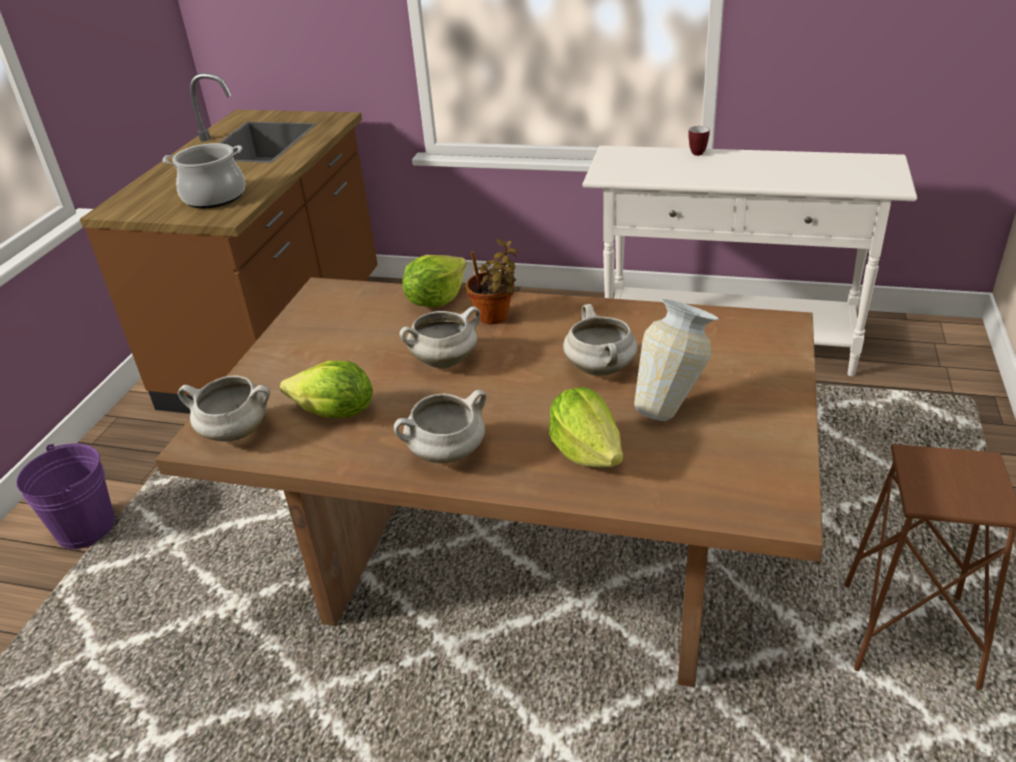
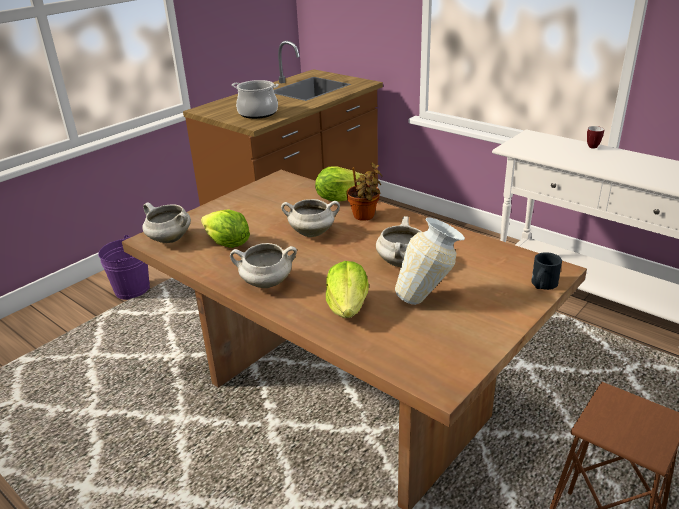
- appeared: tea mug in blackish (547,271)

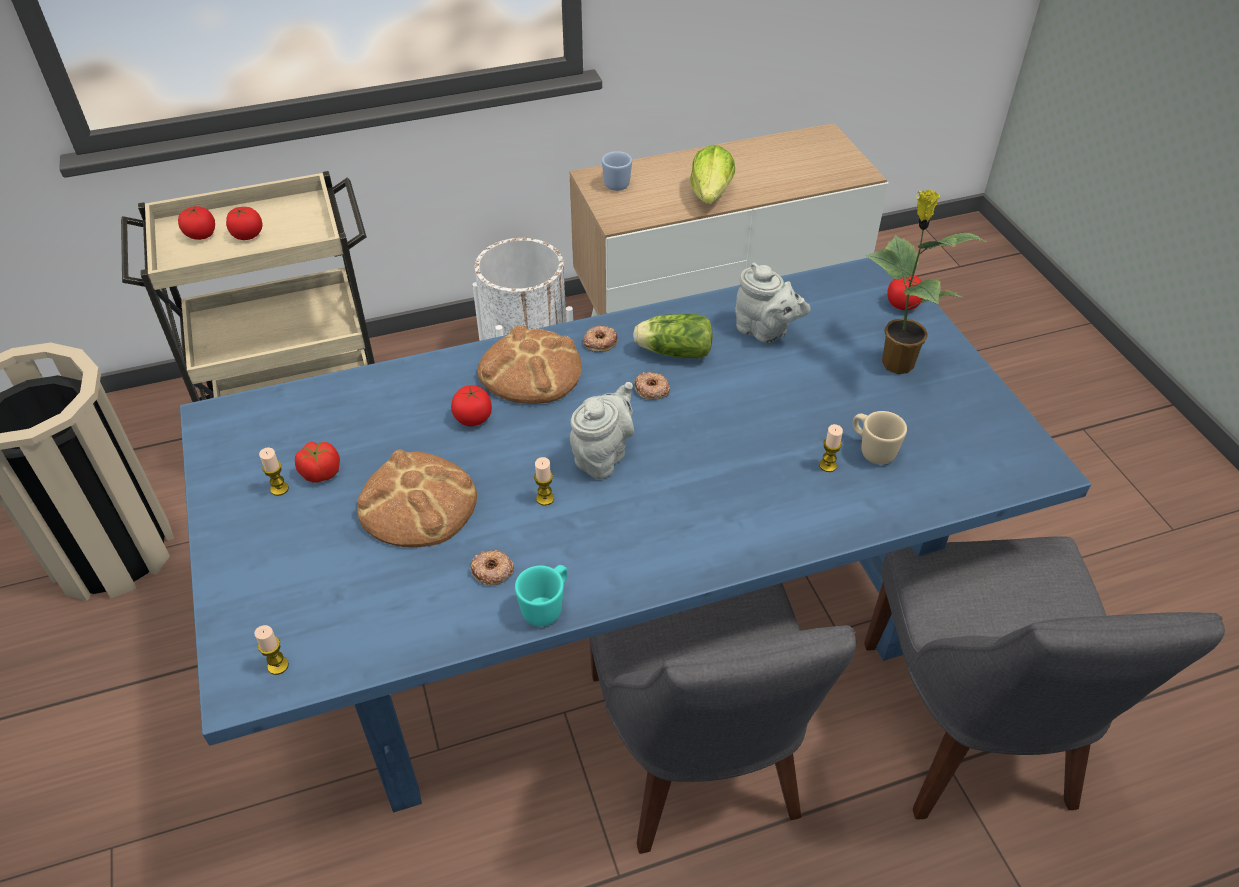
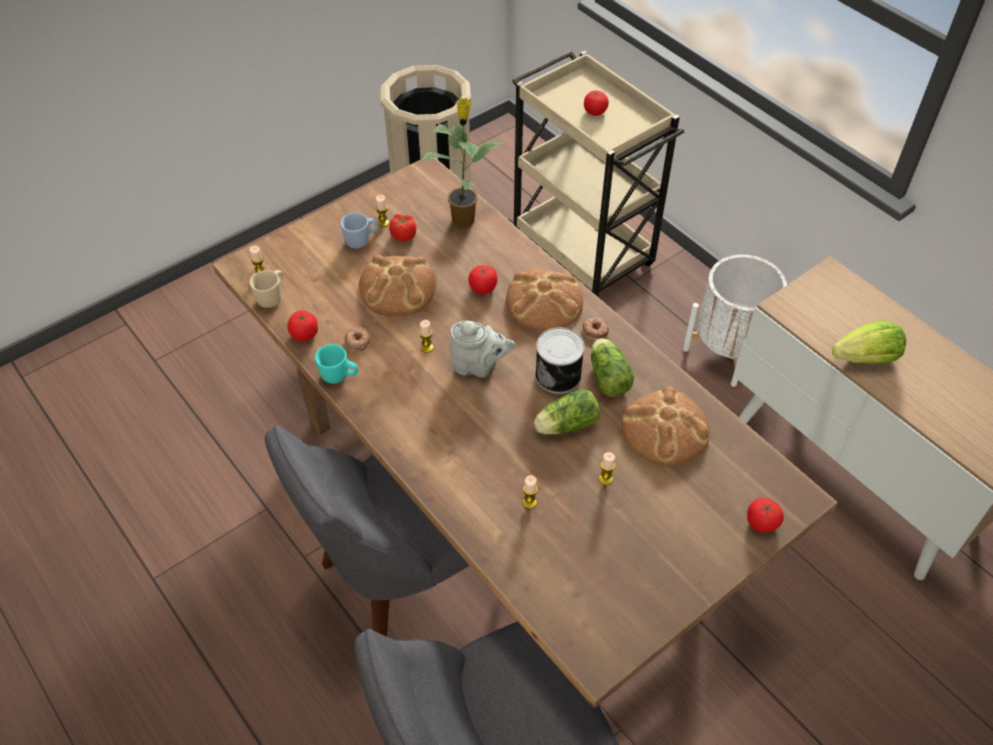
- relocated: tea mug in blue (617,171) to (359,230)
- relocated: plant in a pot (926,281) to (462,163)
- relocated: tomato (196,223) to (302,325)
- colour: kitchen table in blue (635,535) to kitchen table in brown-coloured (525,433)
- exchanged: tea pot in greyish (772,302) to baked bread (665,426)
- exchanged: ring doughnut (652,385) to metal can (560,360)
- relocated: tea mug in beige-coloured (880,438) to (266,289)
- appeared: head of lettuce (567,411)
- appeared: wax light (607,468)

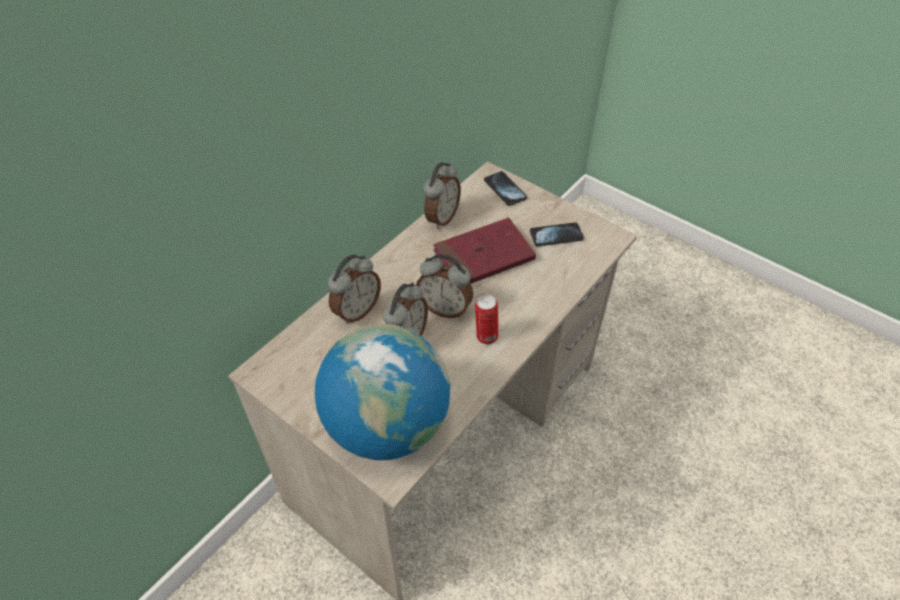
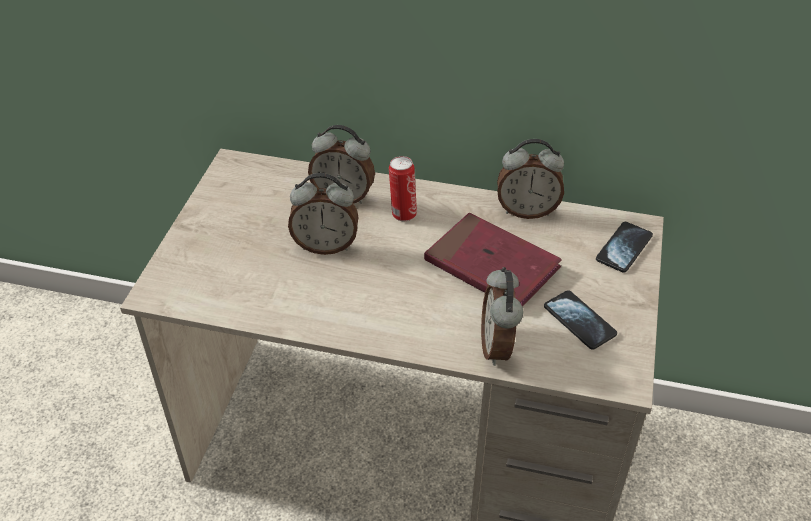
- relocated: table clock (444,286) to (502,316)
- relocated: metal can (486,319) to (403,188)
- missing: desk globe (382,392)

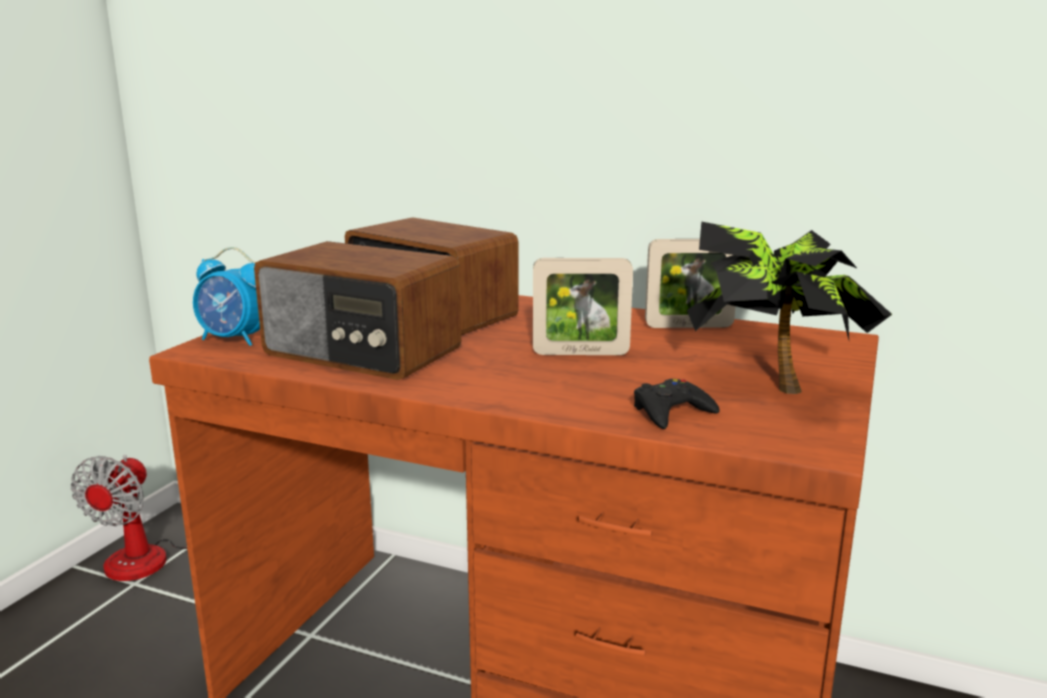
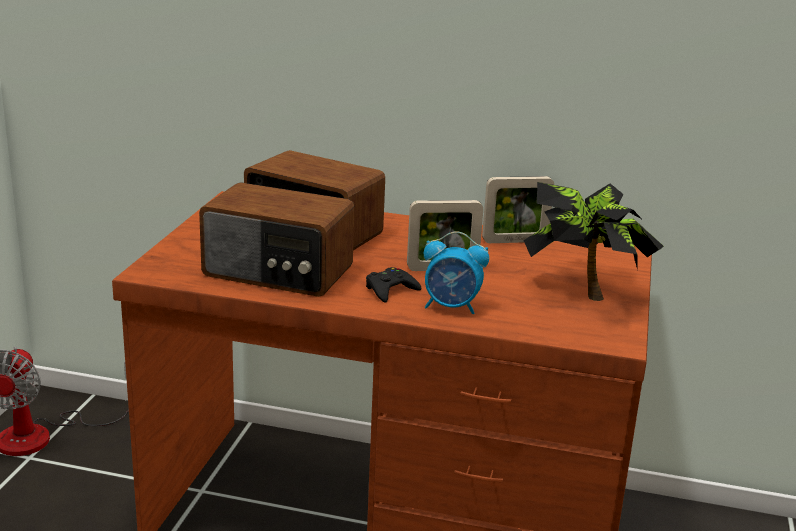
- relocated: table clock (226,296) to (456,272)
- relocated: gamepad in blackish (677,404) to (393,285)

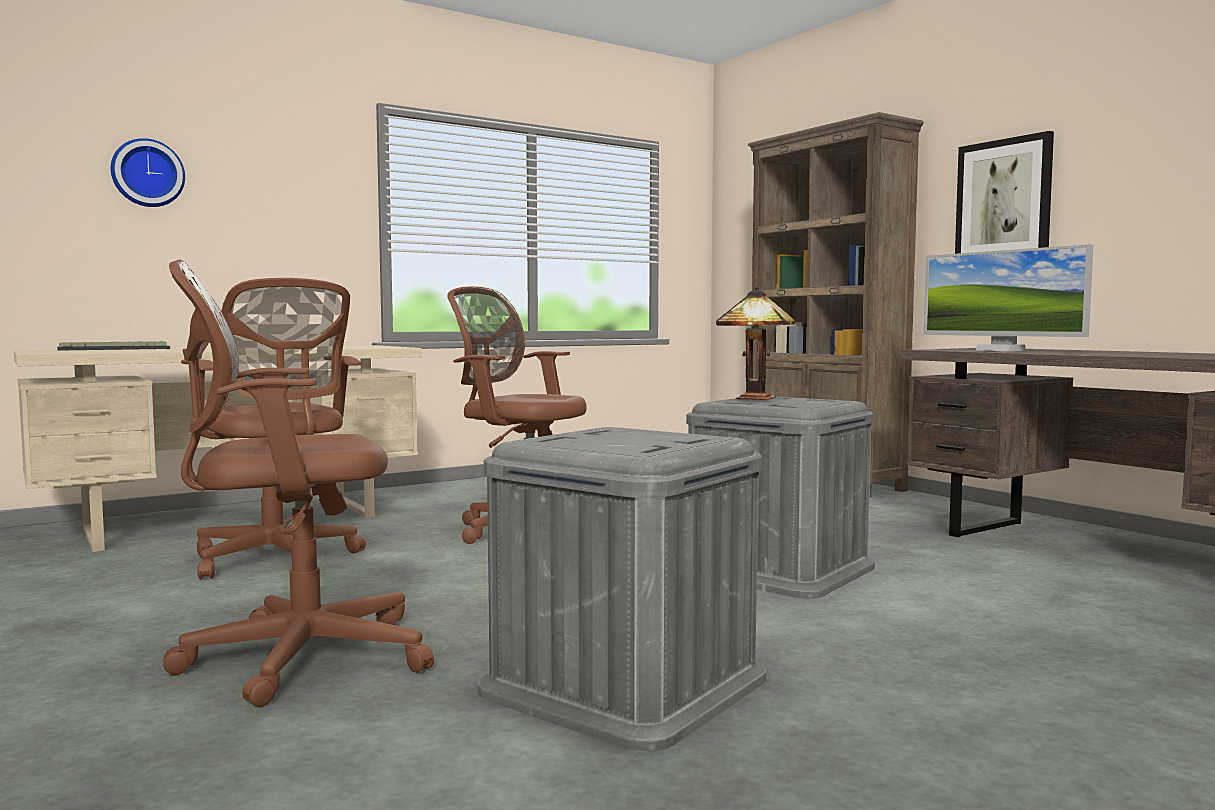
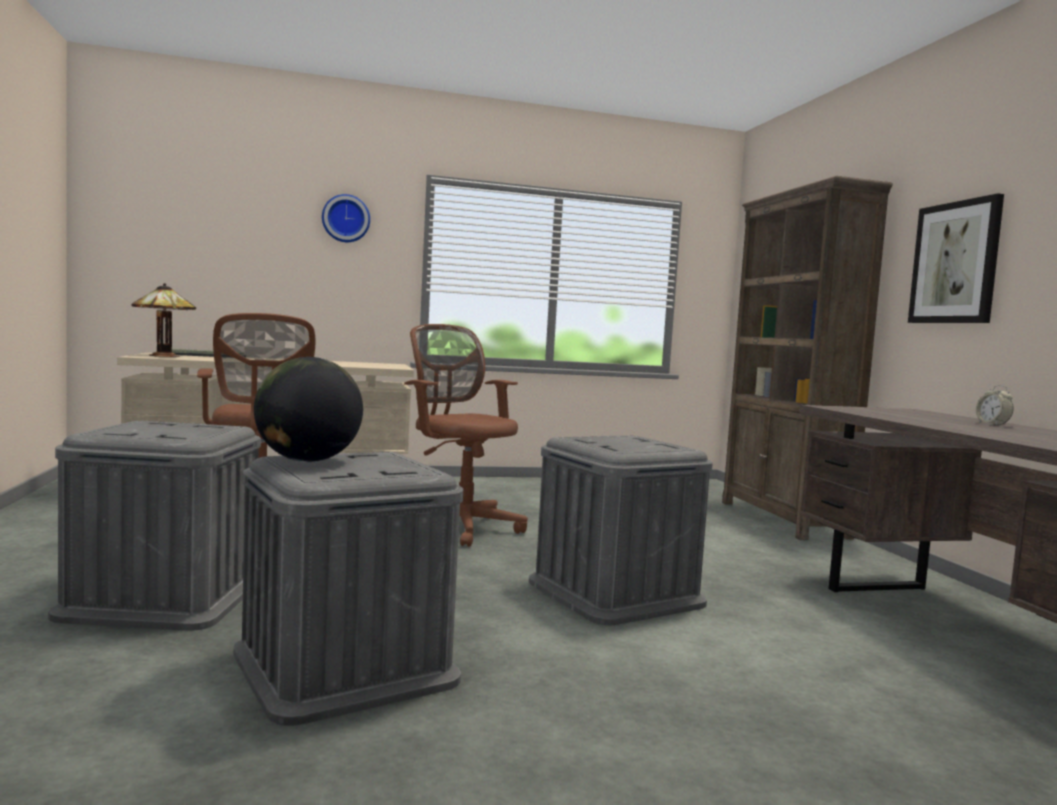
- relocated: hanging clock (148,172) to (346,218)
- missing: monitor (1008,297)
- exchanged: computer chair in brown-coloured (298,483) to storage box in greyish (154,526)
- relocated: table lamp (755,343) to (163,320)
- appeared: desk globe (308,409)
- appeared: table clock (995,405)

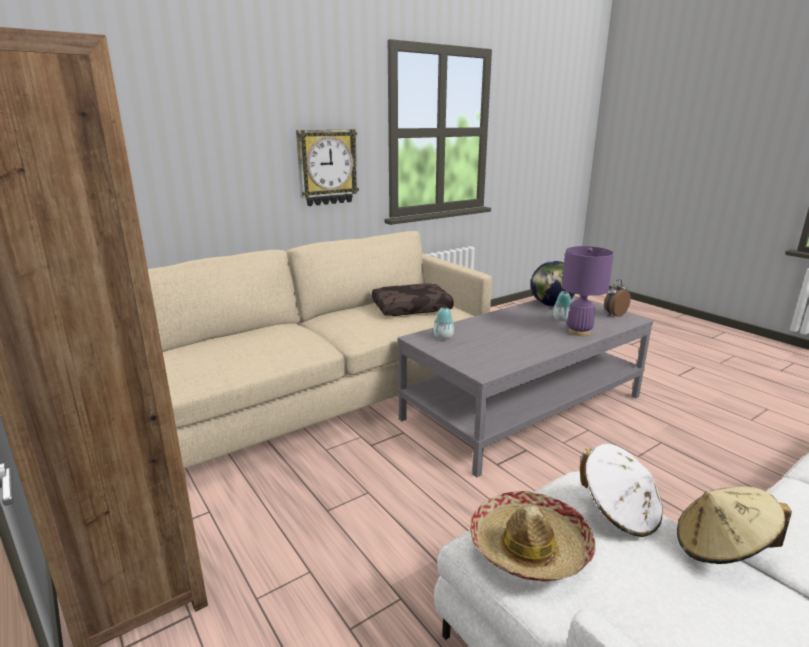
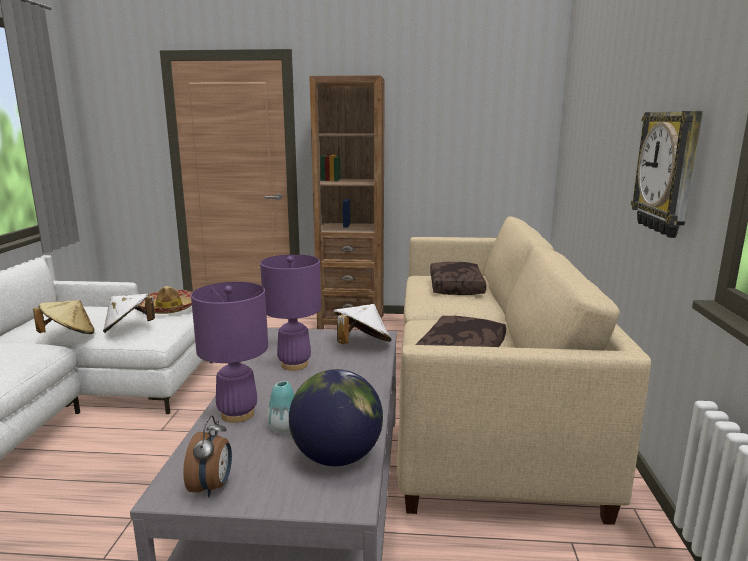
- exchanged: decorative vase (443,324) to clothing hat in white-coloured (362,324)
- appeared: table lamp in purplish (290,312)
- appeared: throw pillow in brown-coloured (458,278)

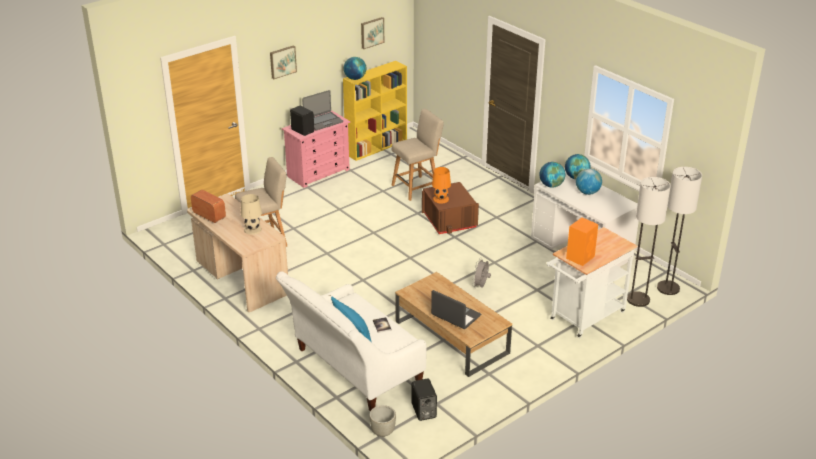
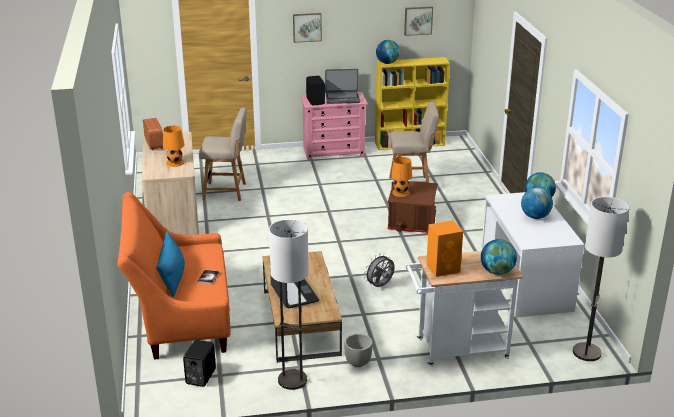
- relocated: desk globe (552,175) to (499,257)
- relocated: standard lamp (649,242) to (289,304)
- colour: table lamp in beige-coloured (251,214) to table lamp in orangey (174,146)
- colour: sofa in white-coloured (351,341) to sofa in orangey (174,276)
- relocated: planter in greyish (382,421) to (358,350)

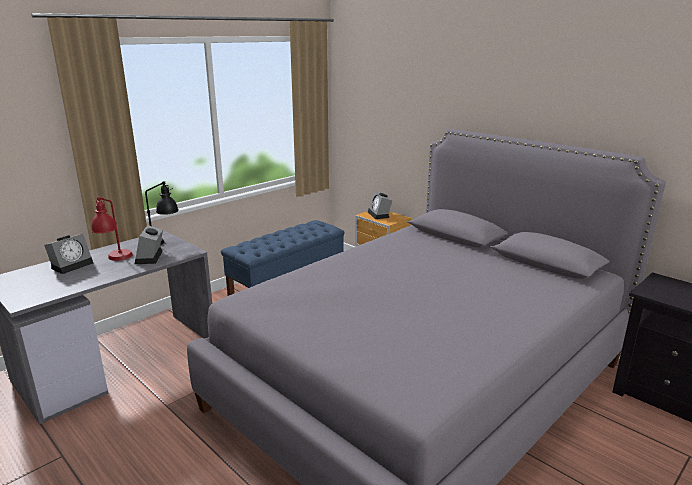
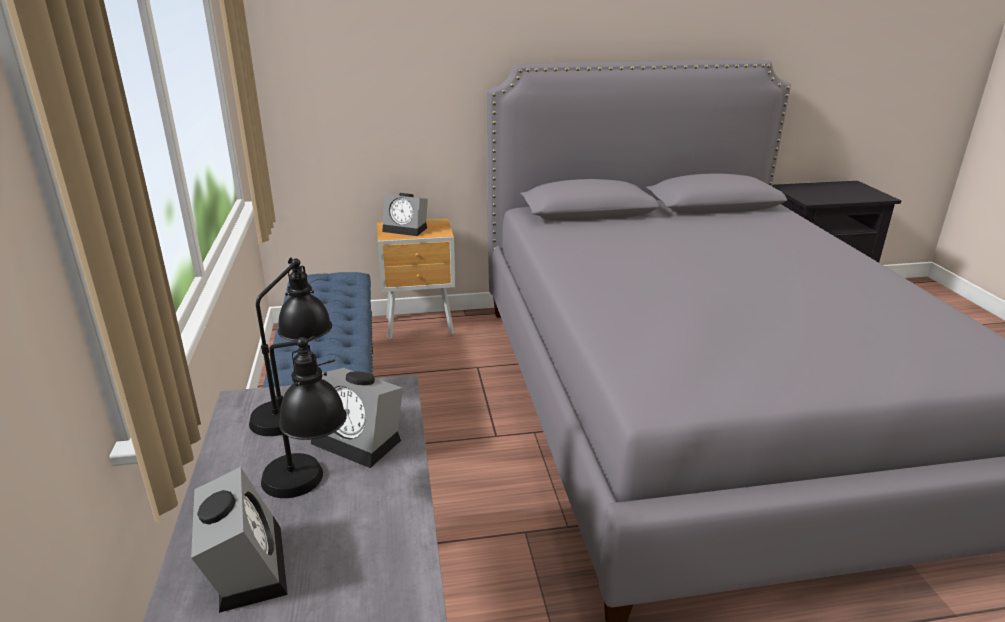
- colour: table lamp in red (112,229) to table lamp in blackish (304,417)

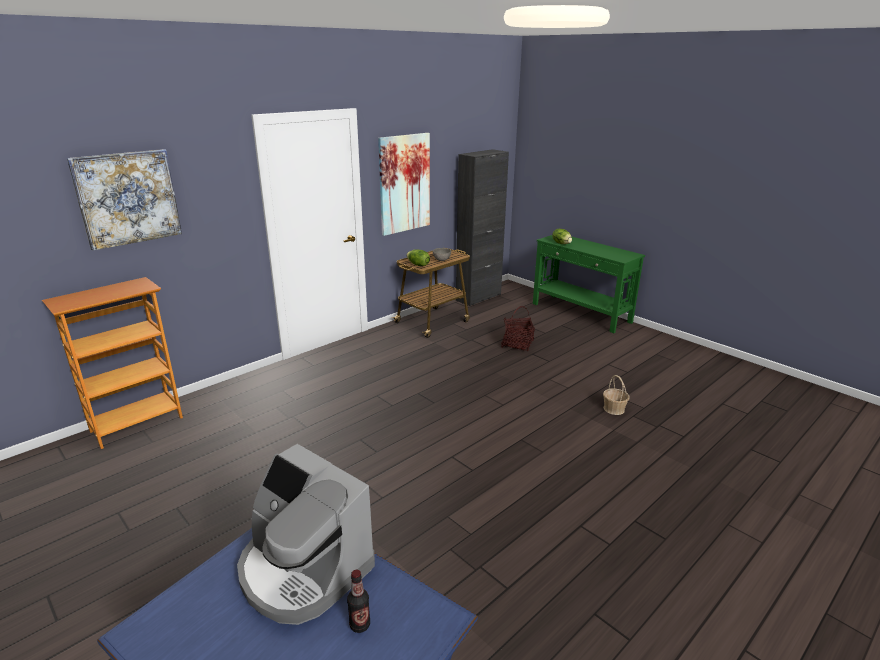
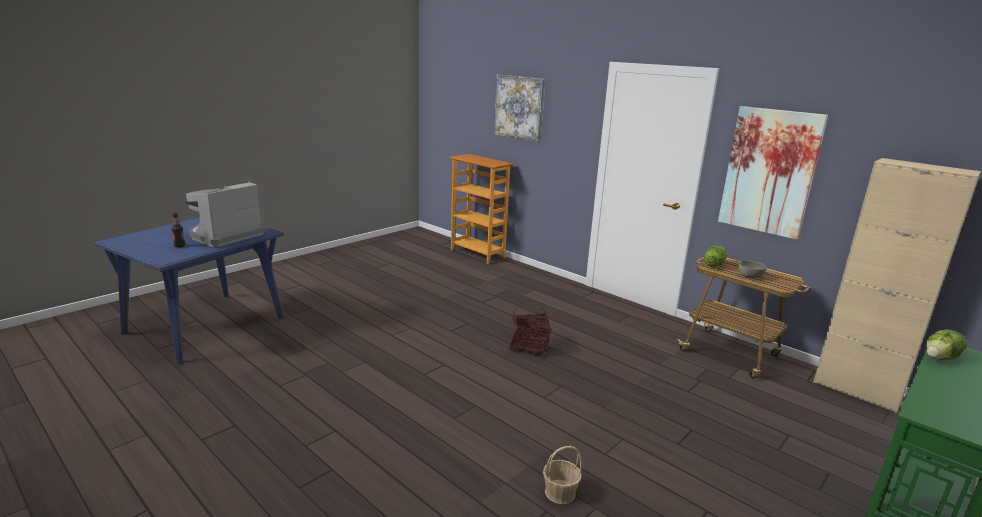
- colour: cupboard in blackish (482,227) to cupboard in beige-coloured (897,285)
- relocated: storage basket (518,328) to (530,328)

